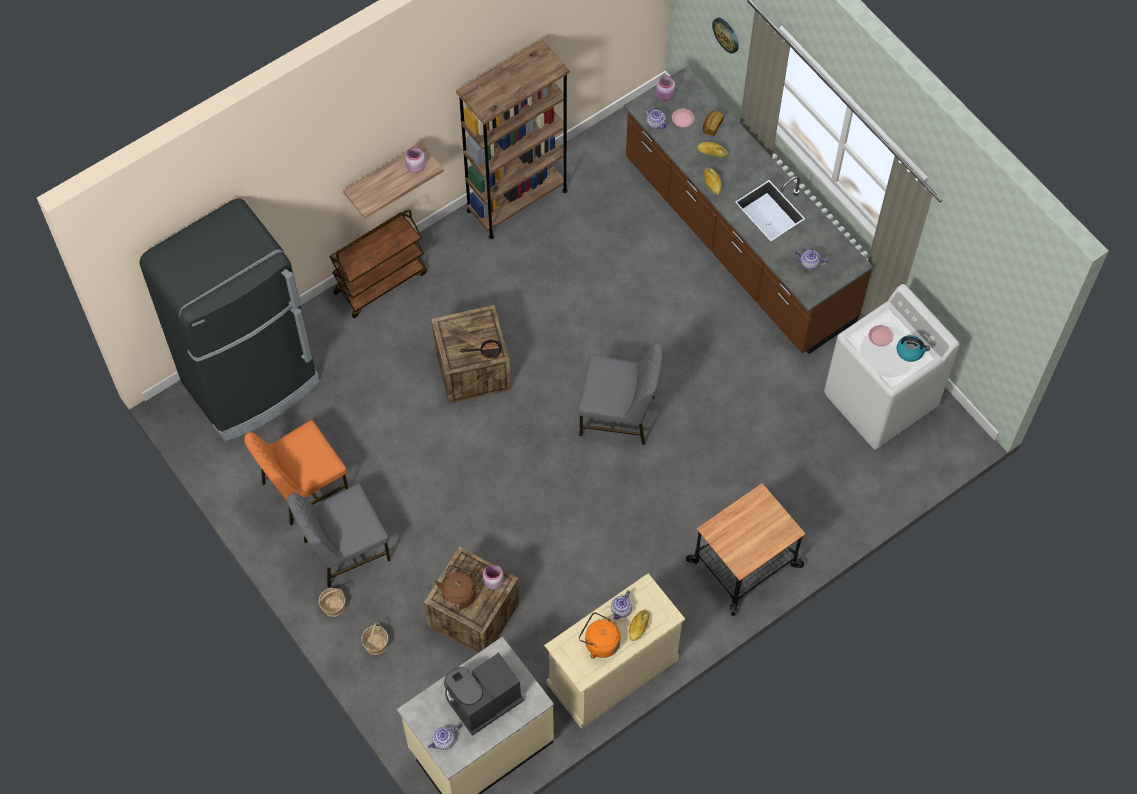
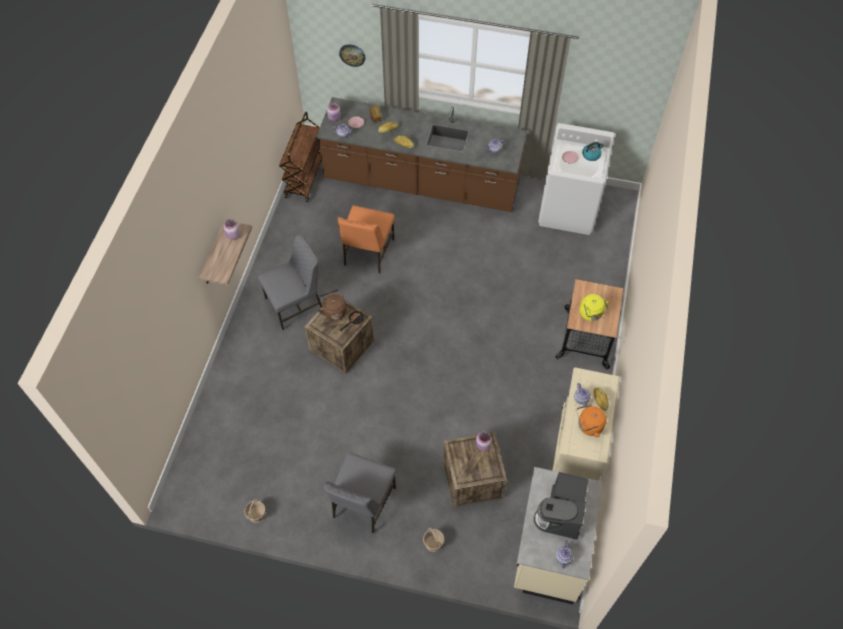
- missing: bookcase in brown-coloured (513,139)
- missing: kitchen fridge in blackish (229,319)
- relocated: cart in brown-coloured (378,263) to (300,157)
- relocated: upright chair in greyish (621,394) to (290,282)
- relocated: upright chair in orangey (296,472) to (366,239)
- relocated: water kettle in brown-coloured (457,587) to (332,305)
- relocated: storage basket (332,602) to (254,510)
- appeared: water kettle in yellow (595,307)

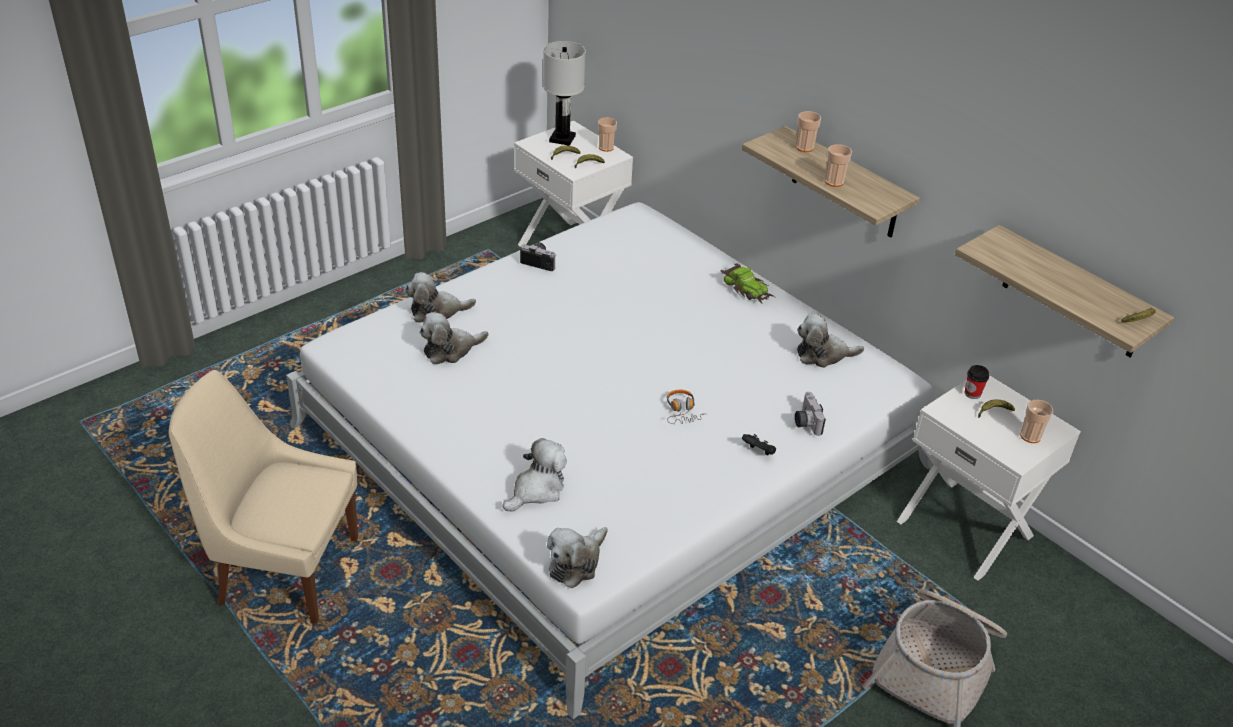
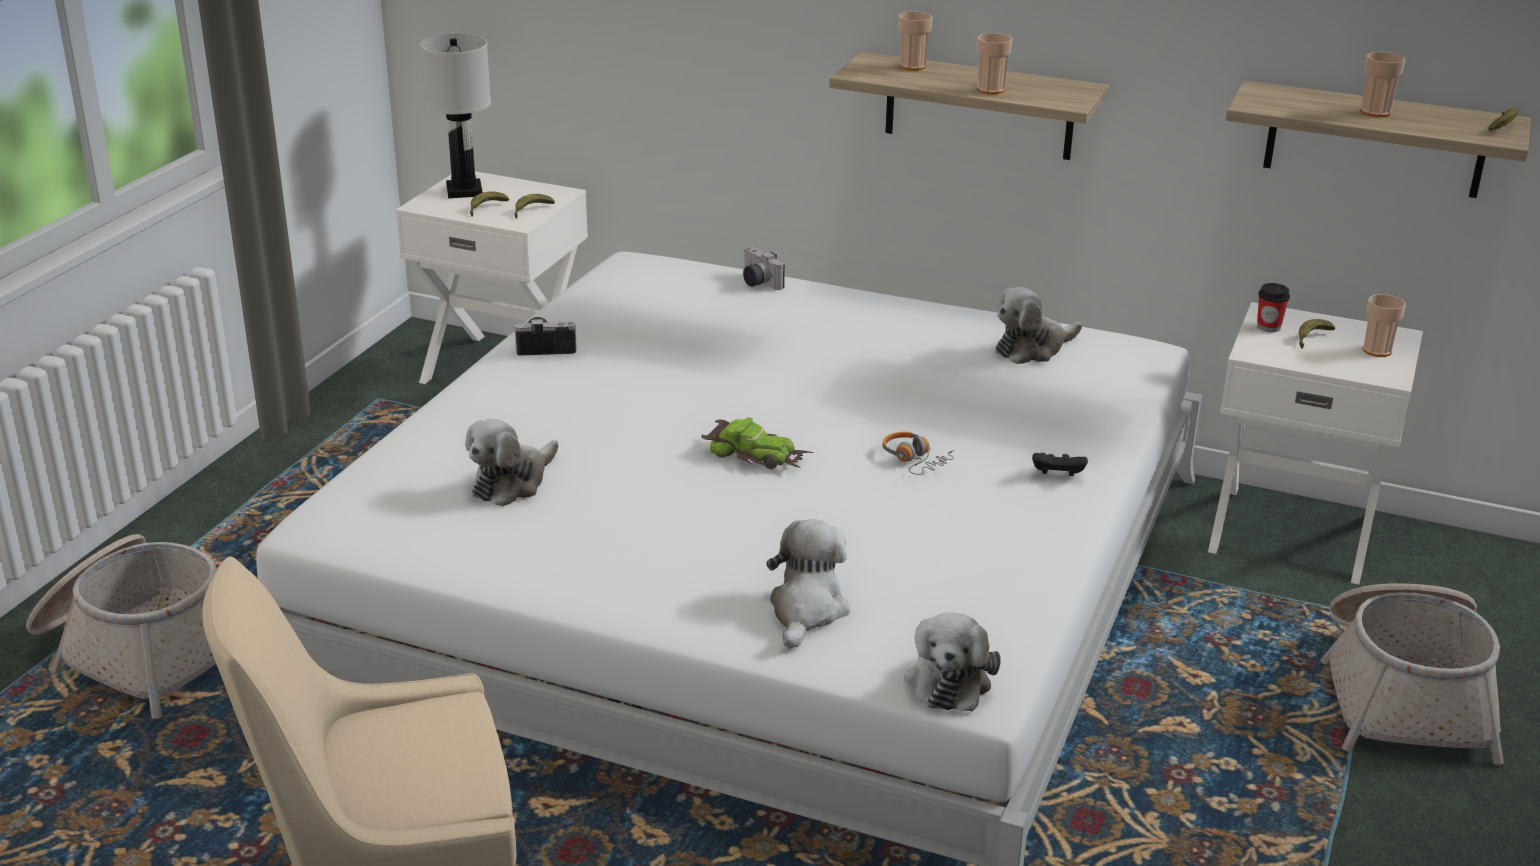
- relocated: small cup (607,135) to (1382,84)
- relocated: model car (748,284) to (757,443)
- missing: cuddly toy (441,297)
- relocated: photo camera (810,414) to (764,268)
- appeared: storage basket (121,626)

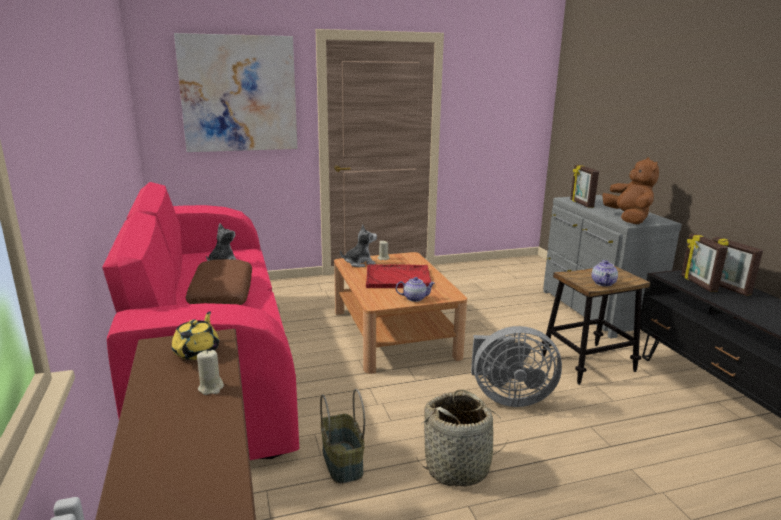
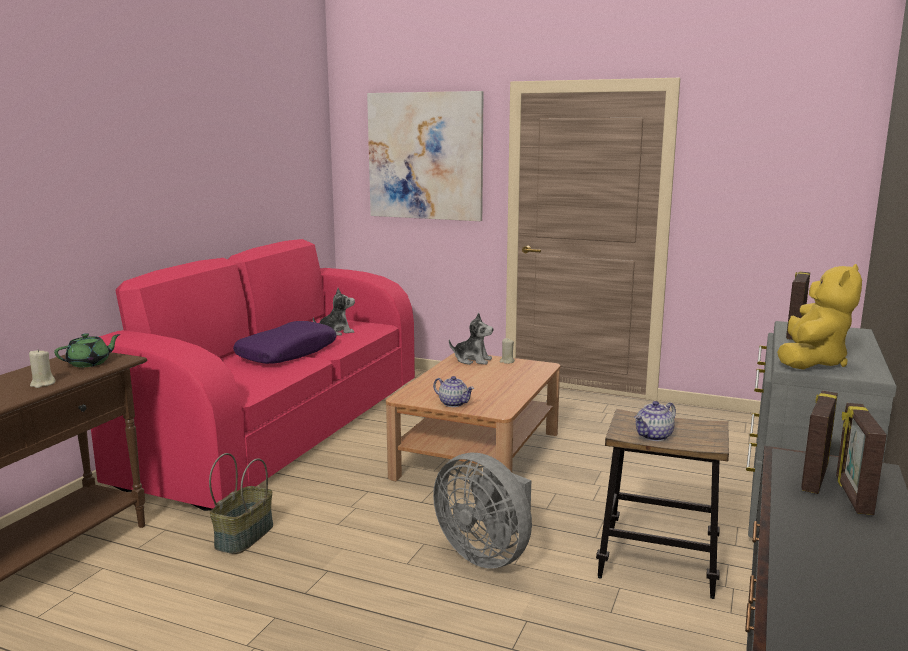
- colour: cuddly toy in brown-coloured (631,190) to cuddly toy in yellow (819,317)
- colour: throw pillow in brown-coloured (219,282) to throw pillow in purplish (285,342)
- missing: carrying tray in red (398,276)
- colour: tea pot in yellow (195,335) to tea pot in green (87,350)
- missing: storage basket (462,438)

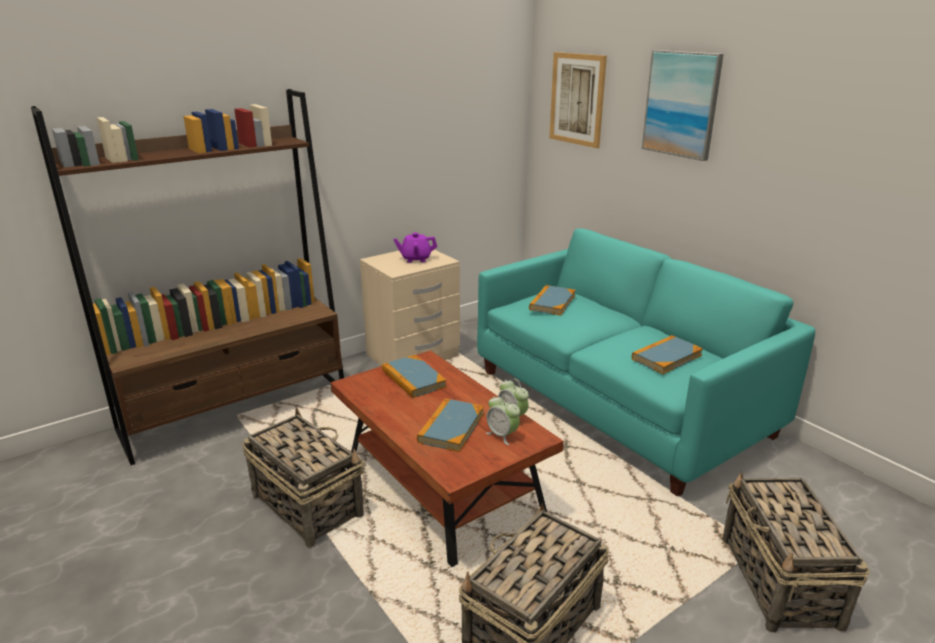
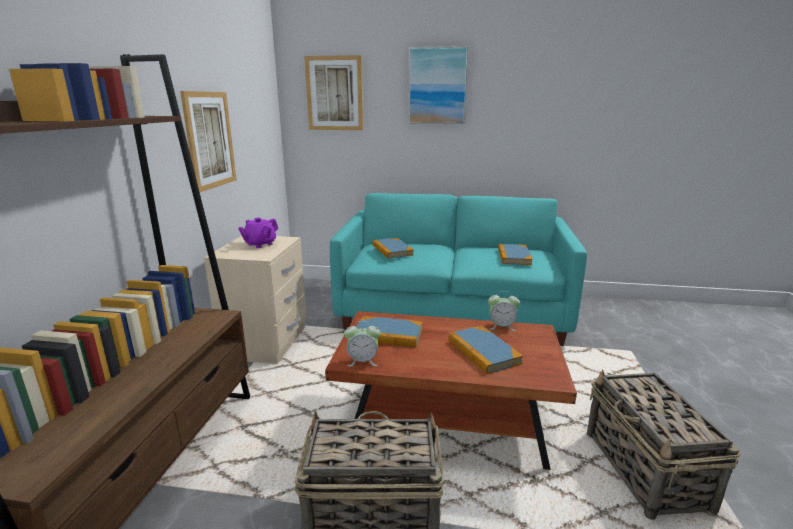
- relocated: table clock (503,419) to (362,343)
- missing: storage basket (796,552)
- appeared: wall art (208,141)

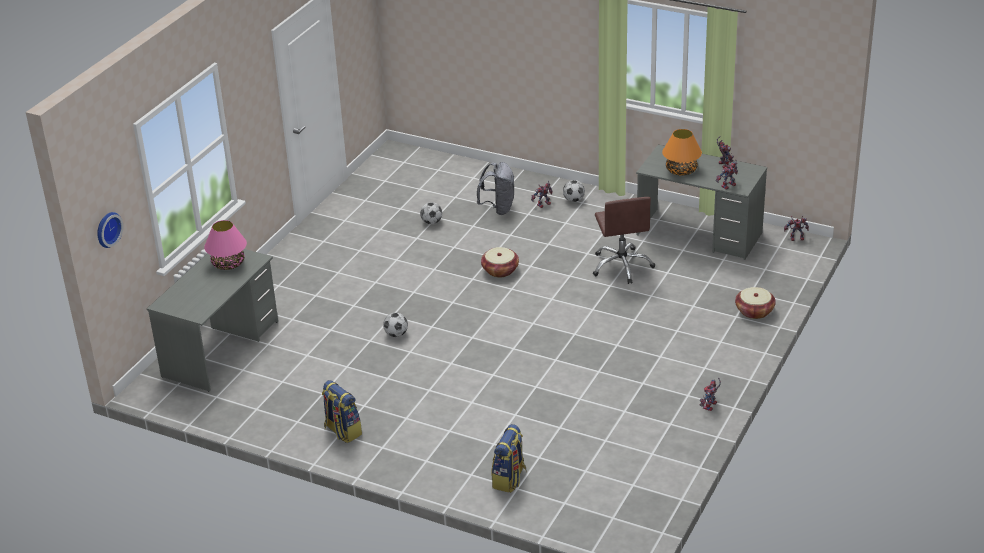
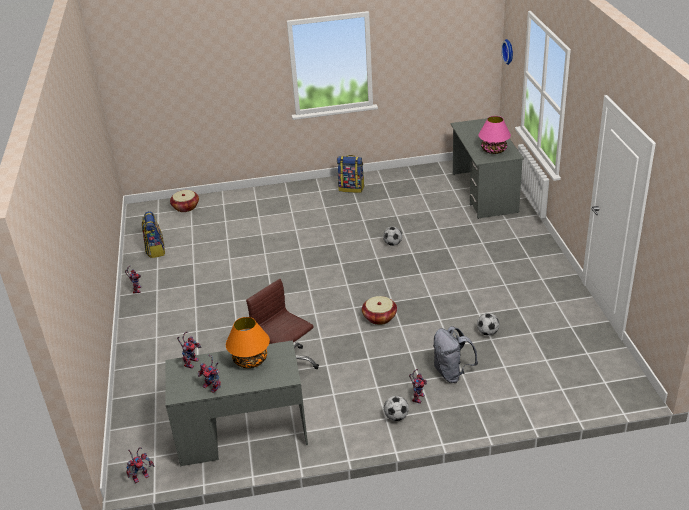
- relocated: storage basket (755,303) to (184,201)
- relocated: rucksack (509,458) to (153,234)

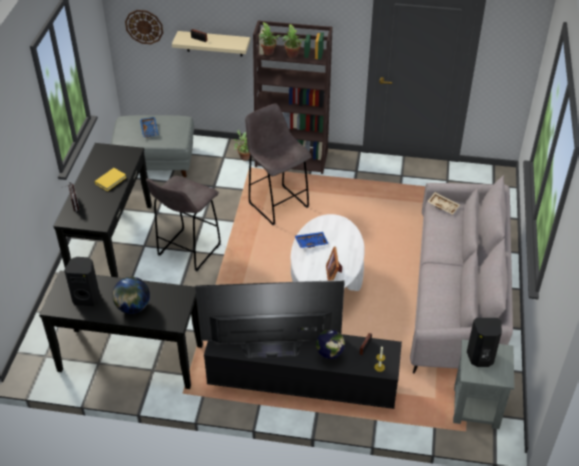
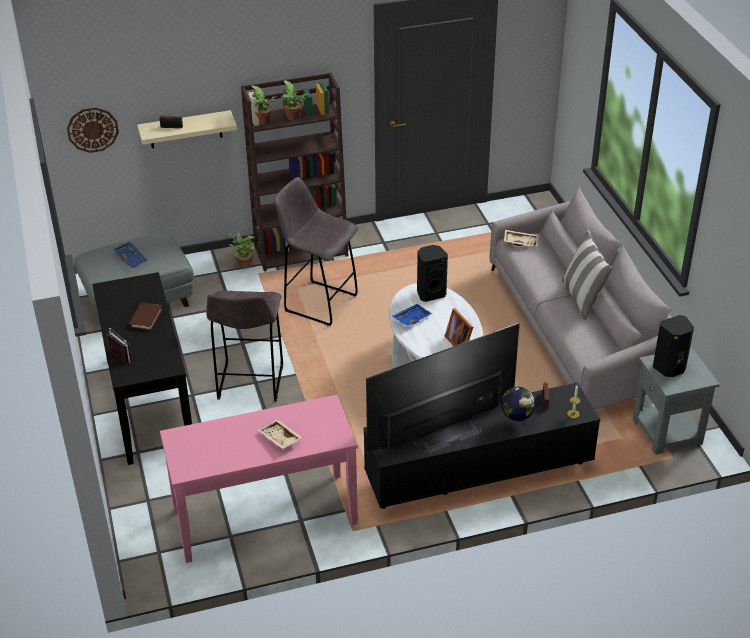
- colour: volume in yellow (110,179) to volume in brown-coloured (145,317)
- relocated: audio speaker in blackish (82,281) to (432,273)
- colour: narrow table in blackish (121,330) to narrow table in pink (259,479)
- exchanged: desk globe (131,295) to carrying tray in beige-coloured (280,434)
- appeared: throw pillow (587,275)

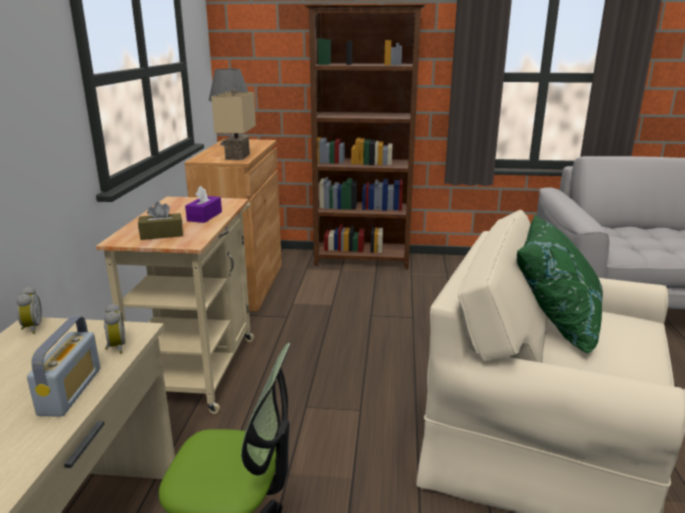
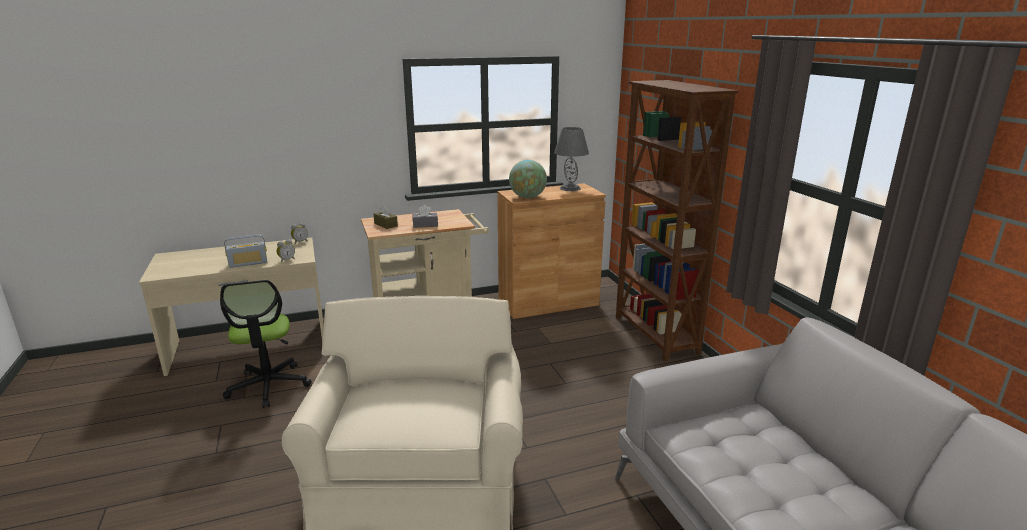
- exchanged: table lamp in beige-coloured (233,124) to desk globe (528,179)
- colour: tissue holder in purplish (203,204) to tissue holder in greyish (425,216)
- missing: throw pillow in green (560,284)

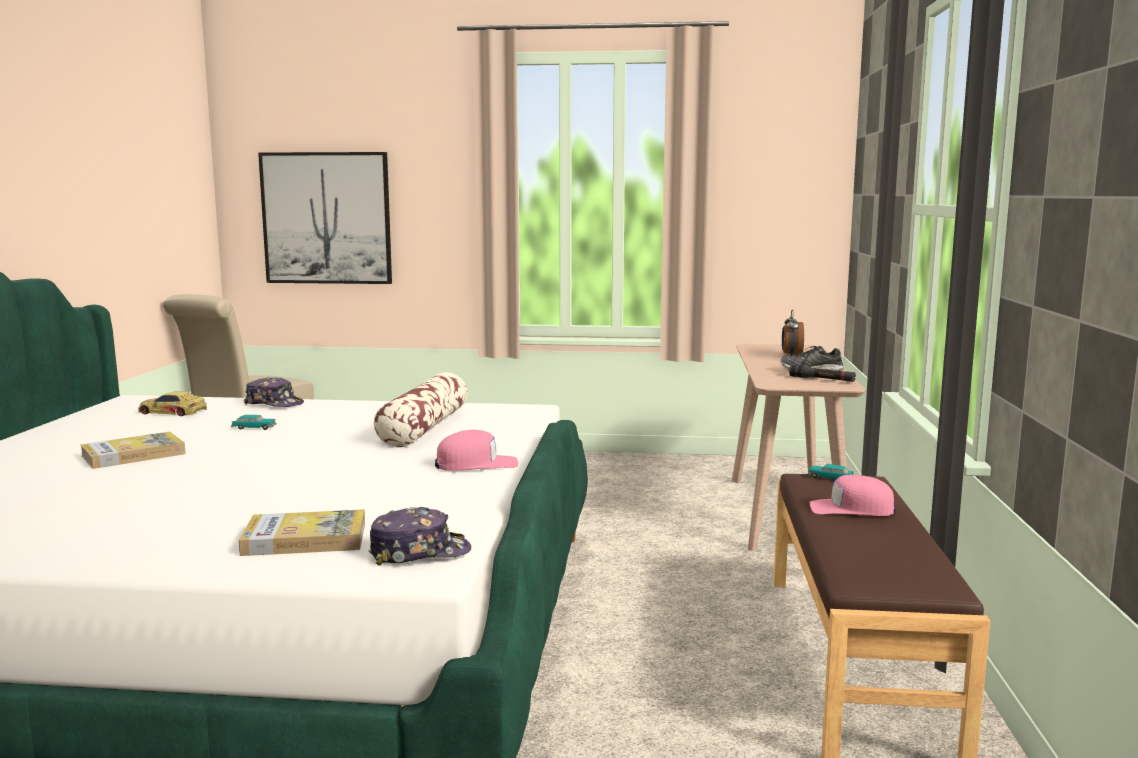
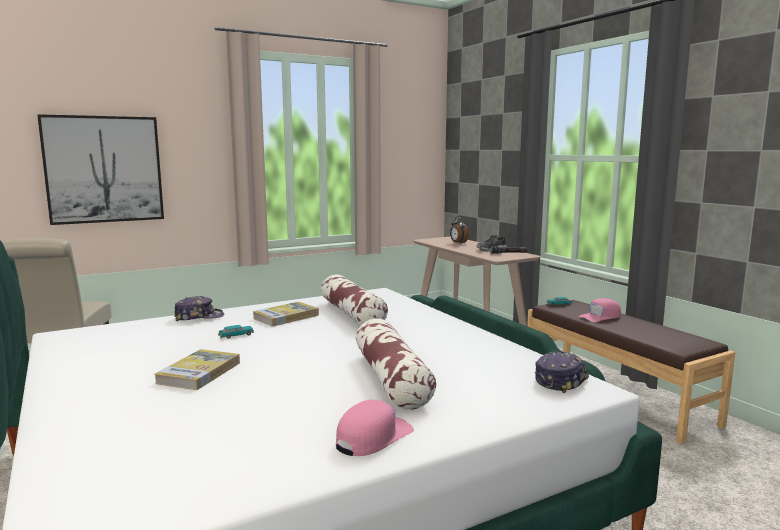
- missing: model car (172,404)
- relocated: cap in pink (476,450) to (375,428)
- relocated: volume (302,532) to (285,314)
- appeared: throw pillow (396,364)

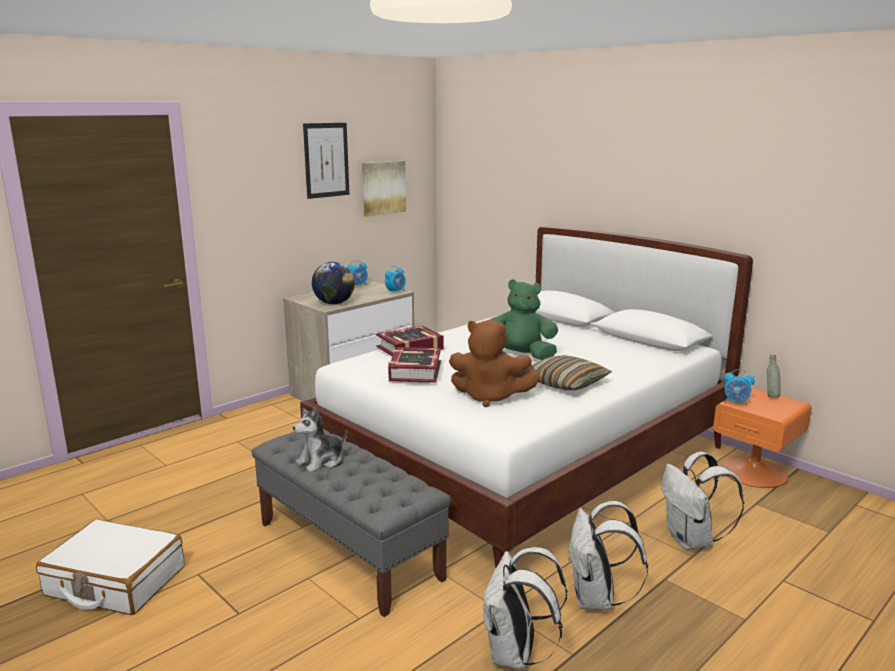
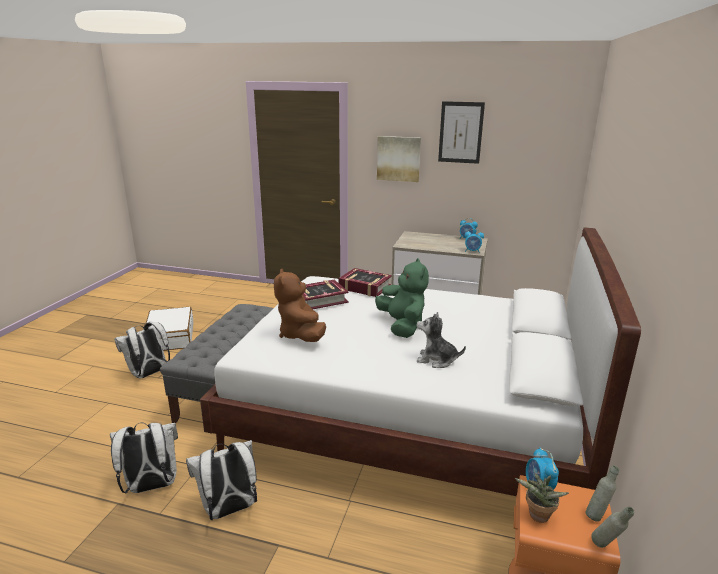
- relocated: wall art (384,188) to (399,159)
- missing: desk globe (333,283)
- missing: throw pillow (572,372)
- relocated: cuddly toy (320,439) to (441,340)
- relocated: rucksack in white-coloured (703,501) to (142,350)
- appeared: plant in a pot (542,498)
- appeared: bottle in greyish (612,527)

